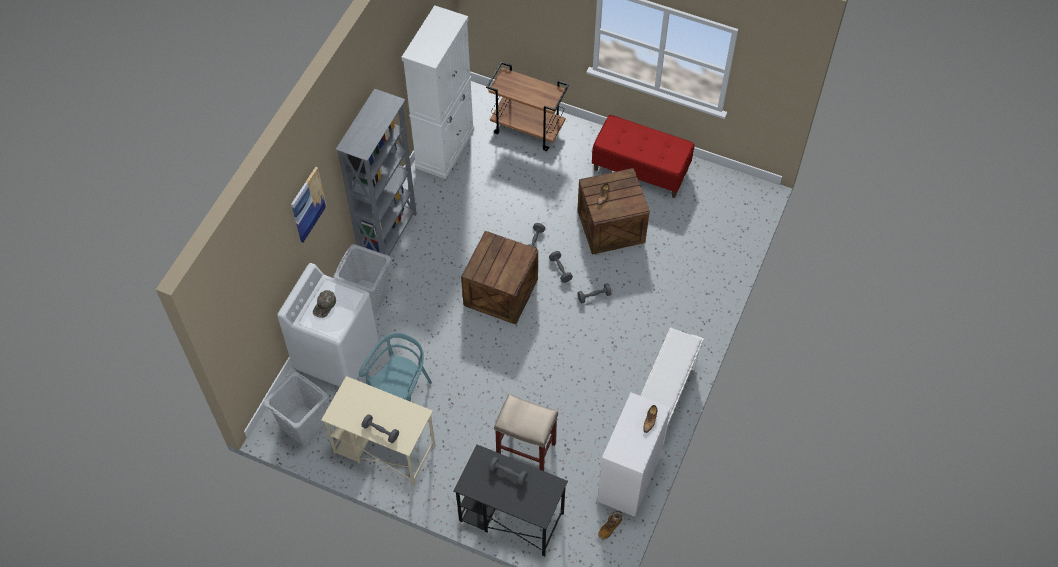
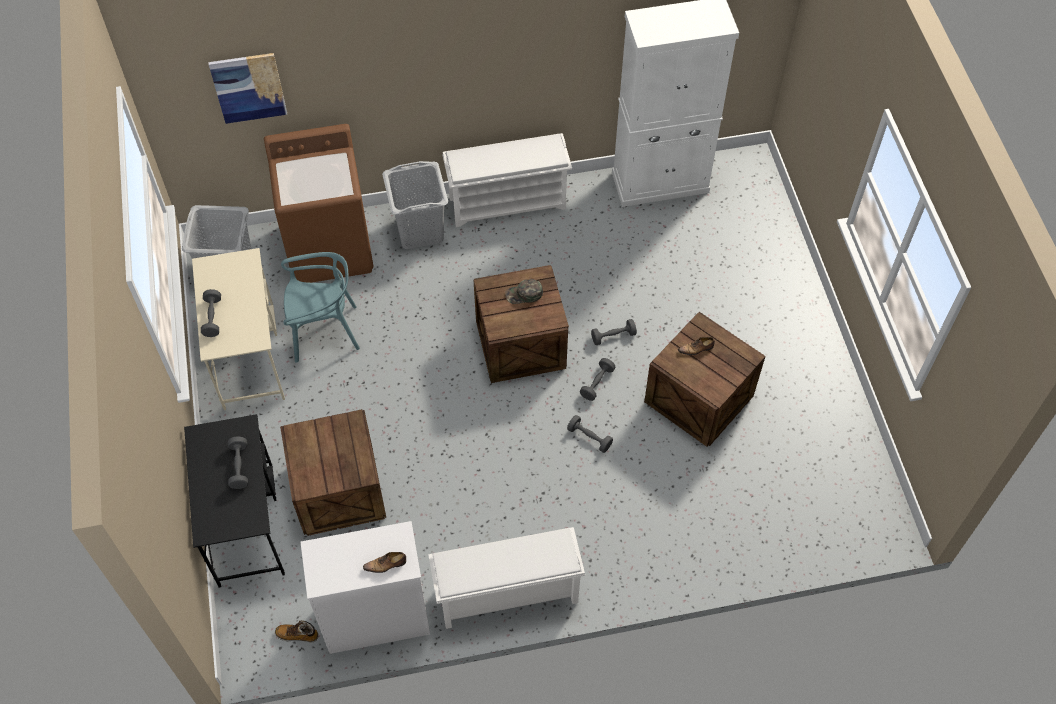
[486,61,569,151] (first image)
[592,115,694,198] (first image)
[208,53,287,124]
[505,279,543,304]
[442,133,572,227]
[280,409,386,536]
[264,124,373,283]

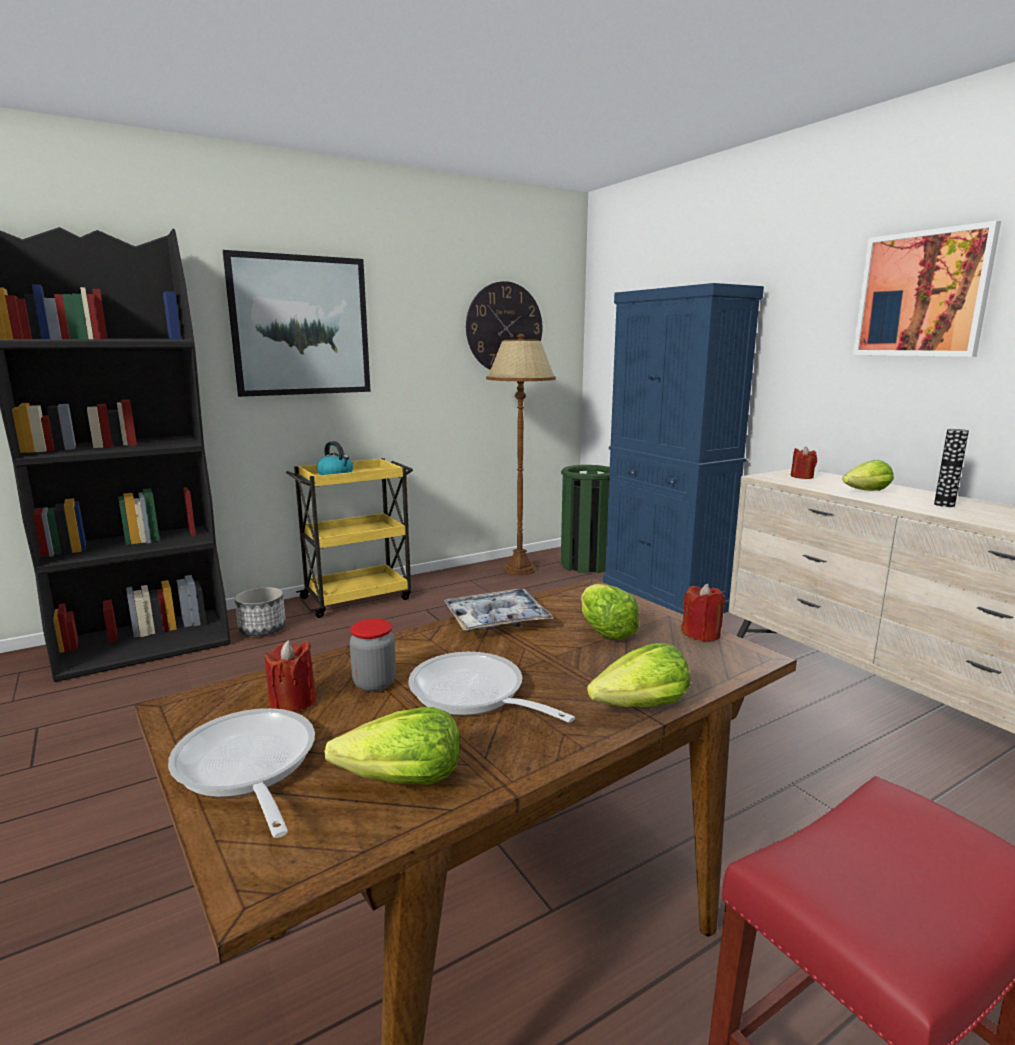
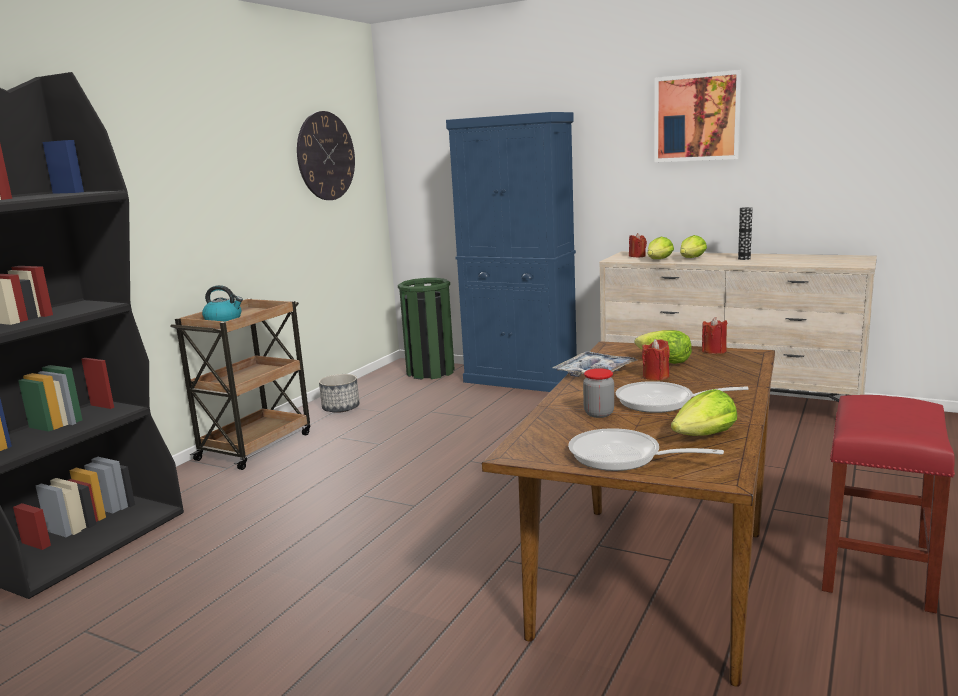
[223,250,371,397] (first image)
[486,334,556,575] (first image)
[319,374,359,413]
[642,339,670,380]
[648,237,674,259]
[170,298,310,470]

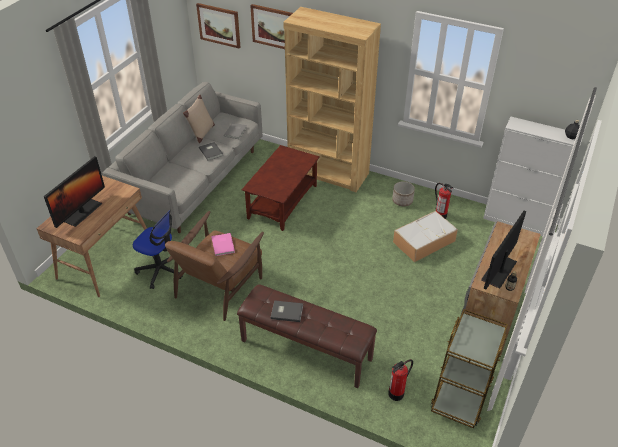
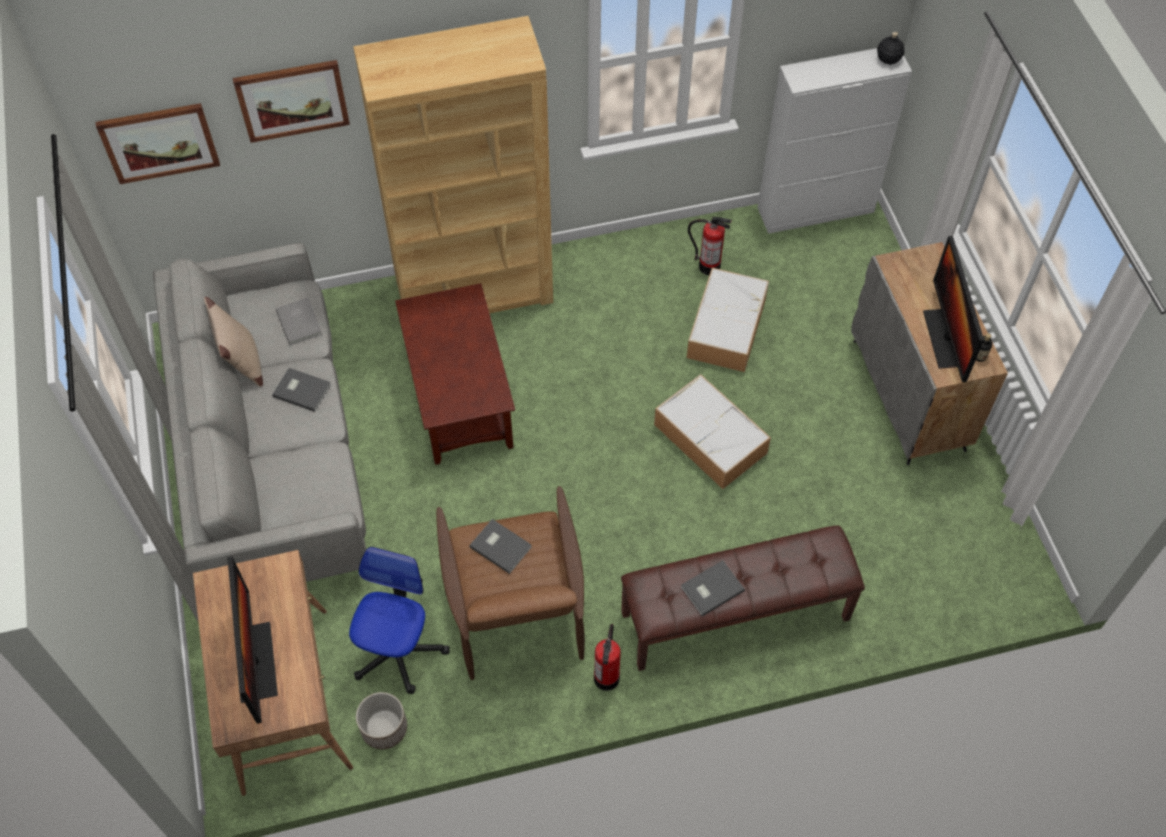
[431,309,508,429] (first image)
[654,374,771,489]
[594,624,621,691]
[356,692,407,749]
[469,519,531,574]
[349,547,450,694]

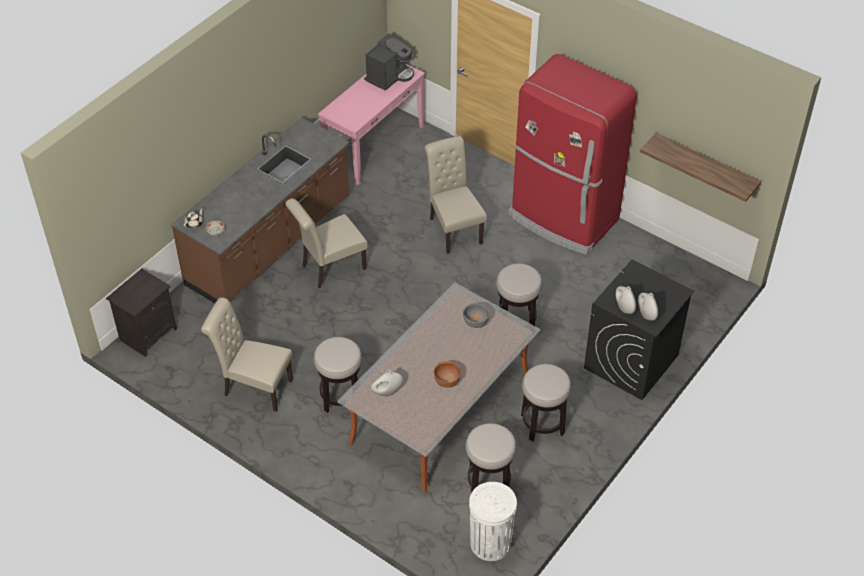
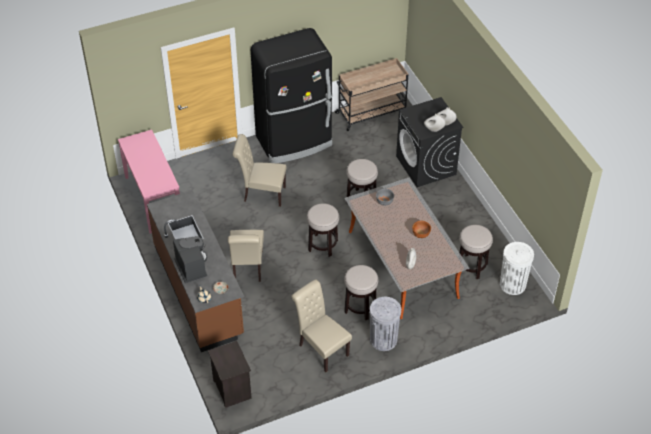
[640,133,761,202] (first image)
[335,58,408,131]
[370,297,401,351]
[173,236,207,283]
[307,203,339,257]
[251,28,333,163]
[291,279,352,372]

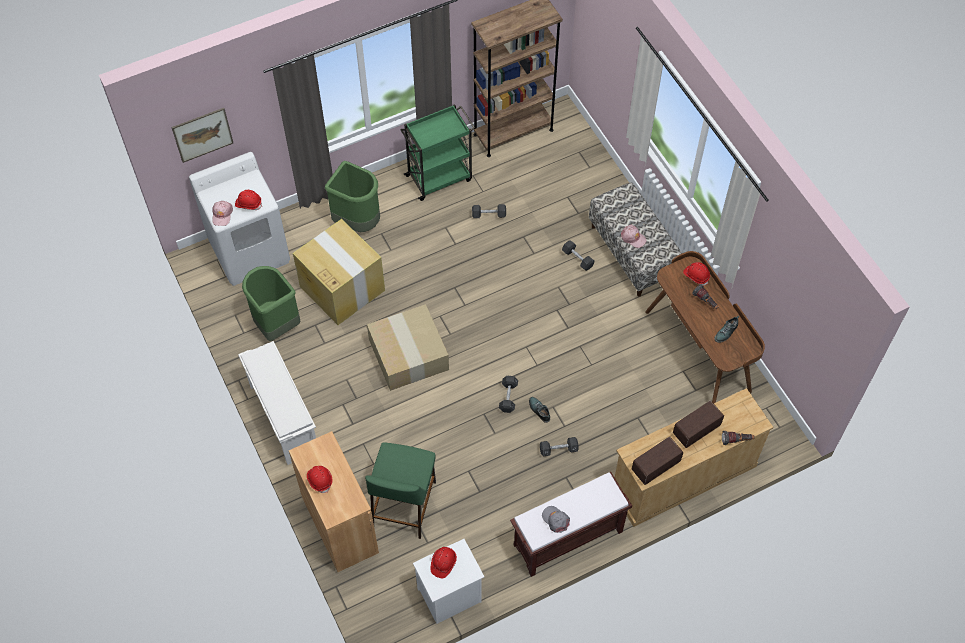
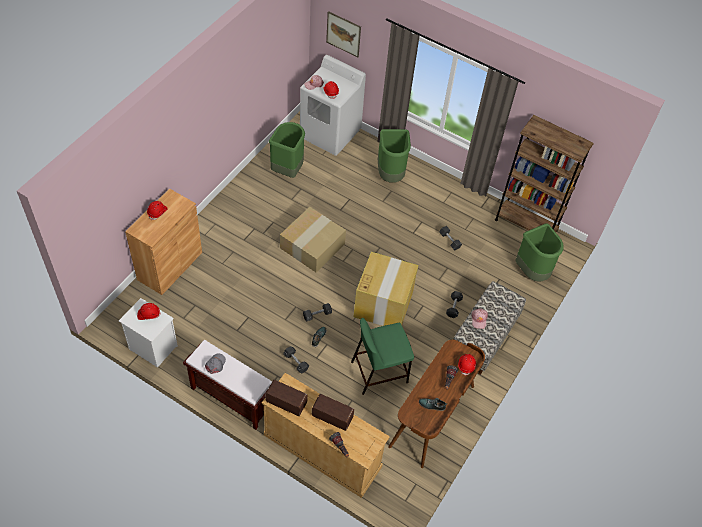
[238,341,316,465] (first image)
[400,104,475,201] (first image)
[516,223,563,281]
[353,252,418,326]
[351,318,414,395]

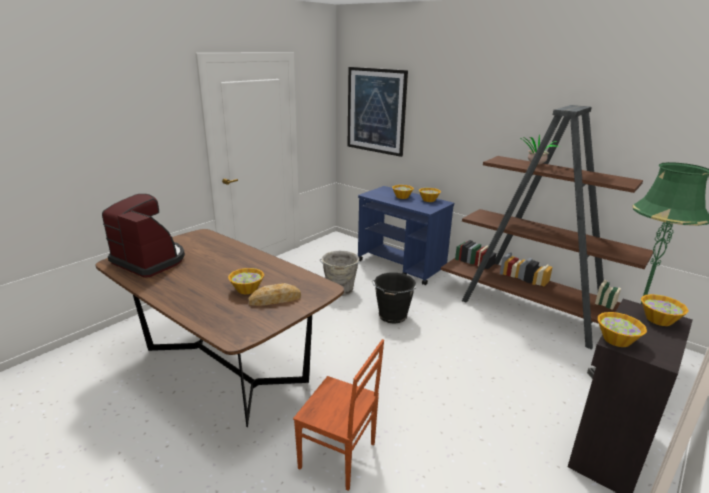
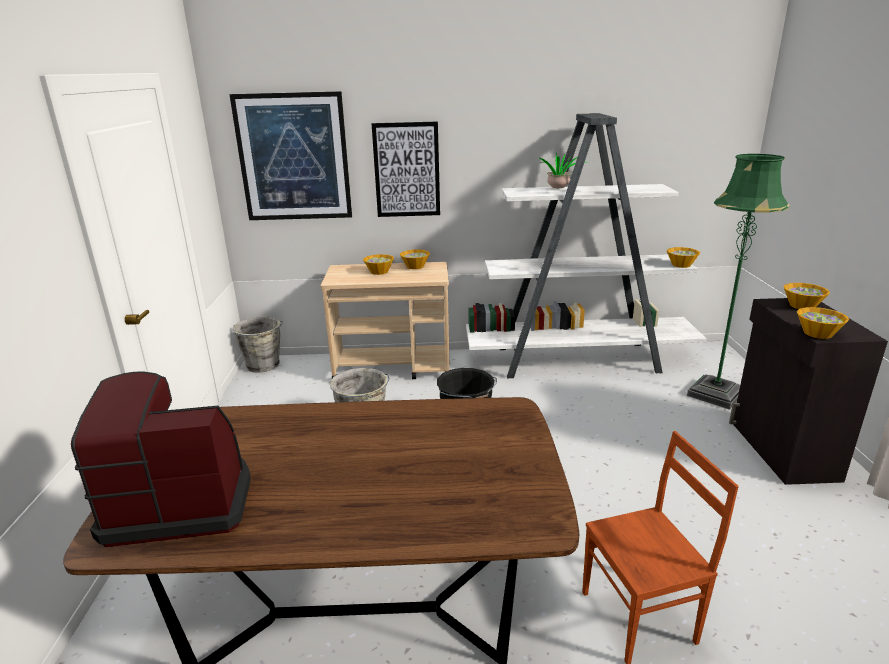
[248,283,301,306] (first image)
[232,316,283,373]
[372,122,440,217]
[667,247,700,268]
[321,262,450,379]
[466,113,707,379]

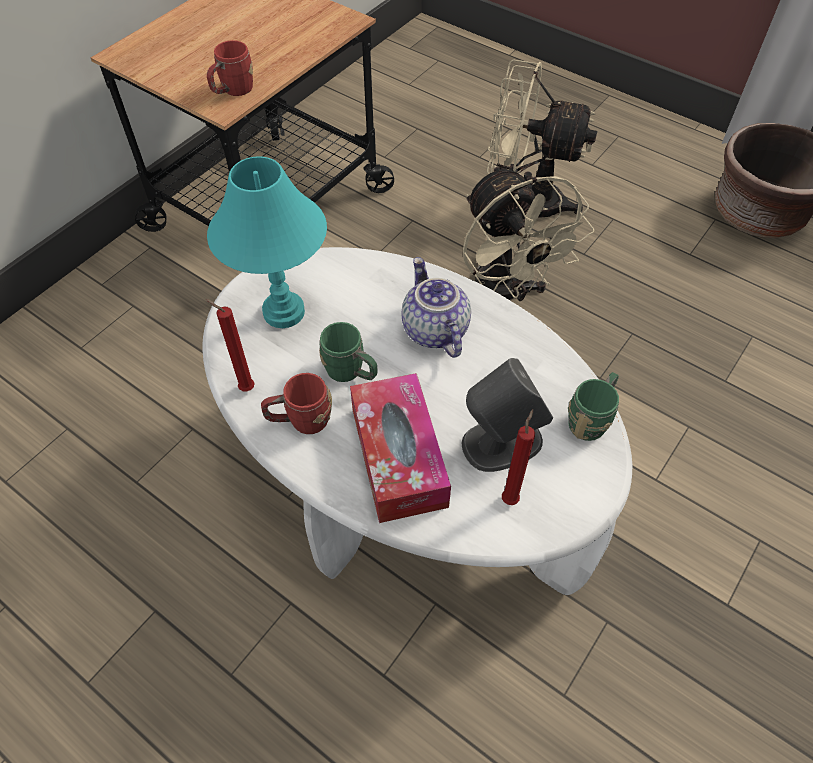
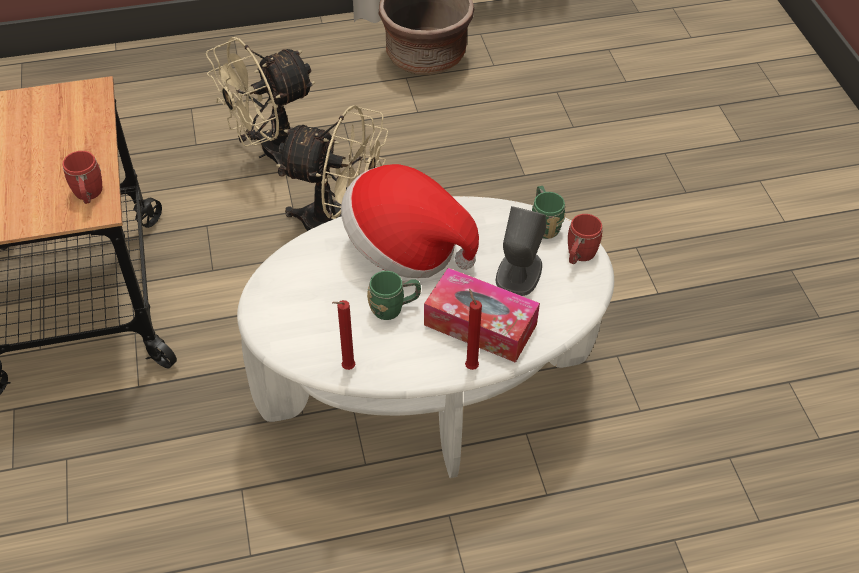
[207,156,327,328] (first image)
[568,214,603,264]
[465,289,482,370]
[341,164,479,278]

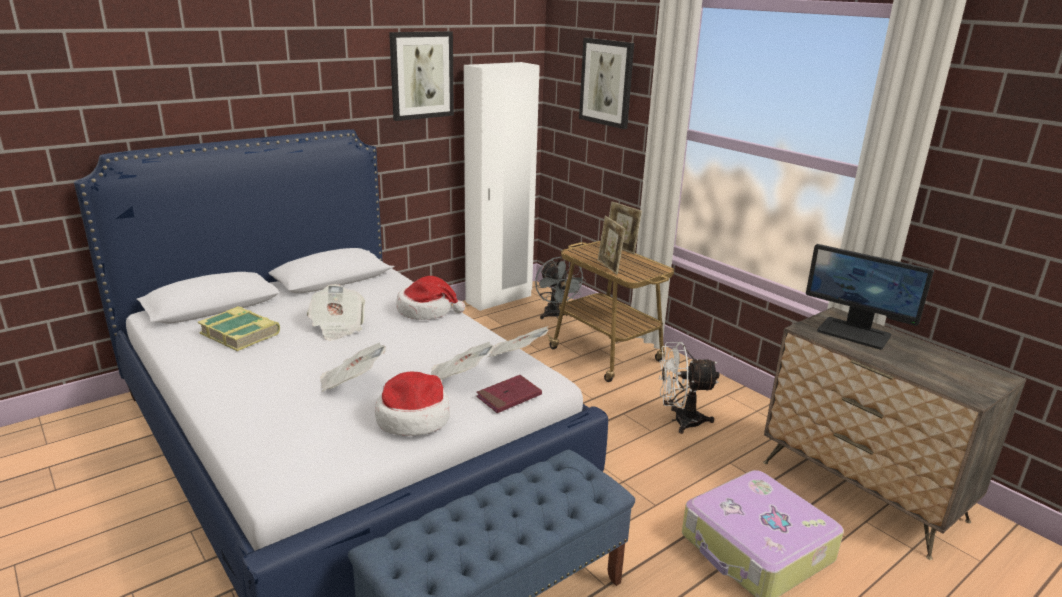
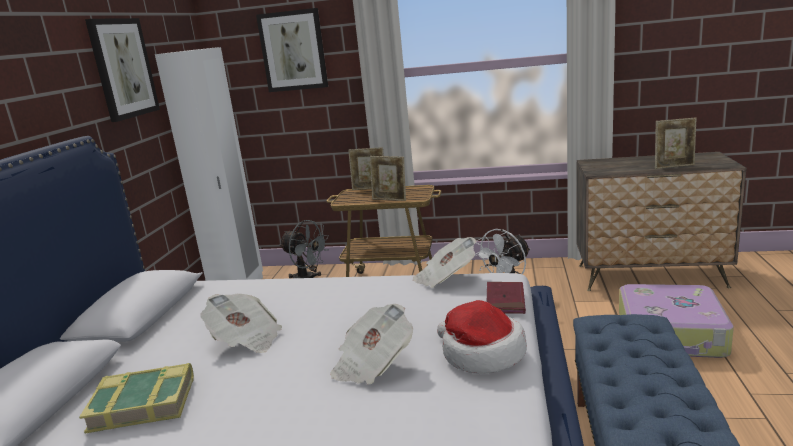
[396,276,465,320] (first image)
[431,342,494,380] (first image)
[806,244,934,350] (first image)
[655,118,697,169]

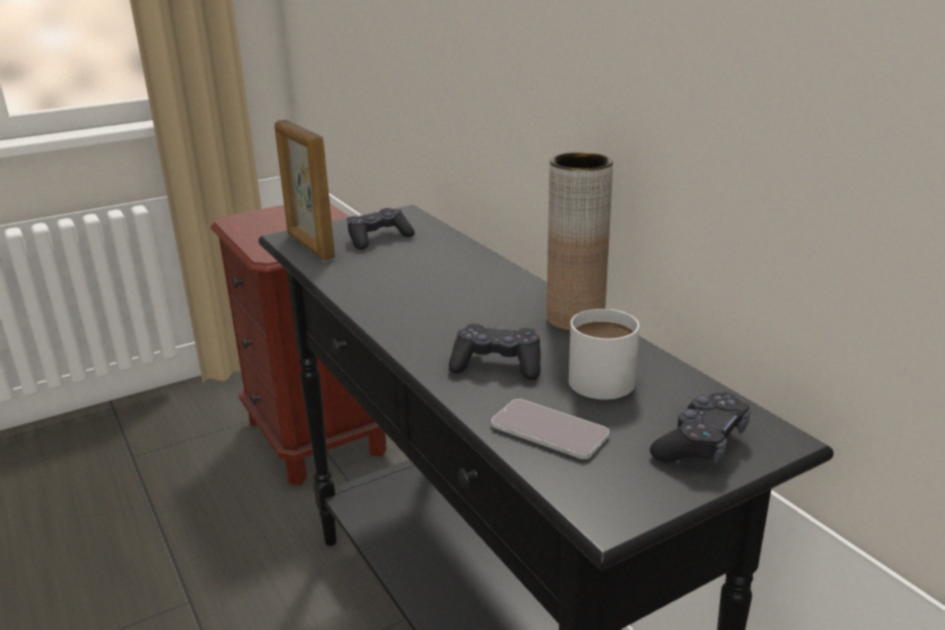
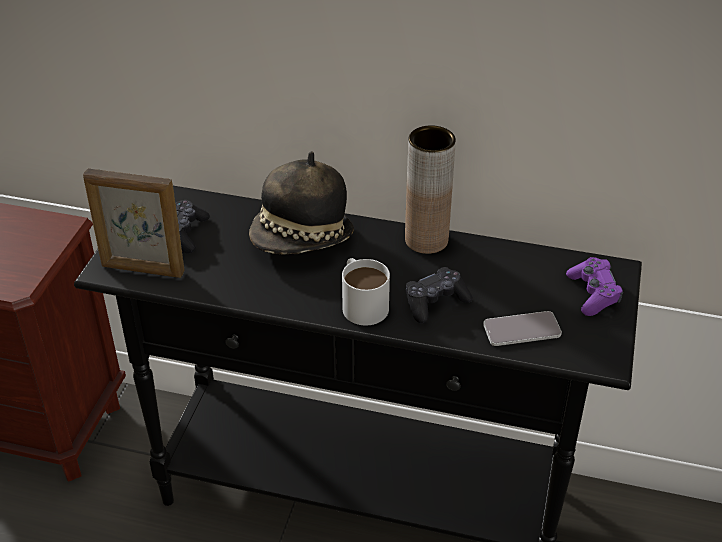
[249,151,354,255]
[342,258,390,325]
[566,257,623,316]

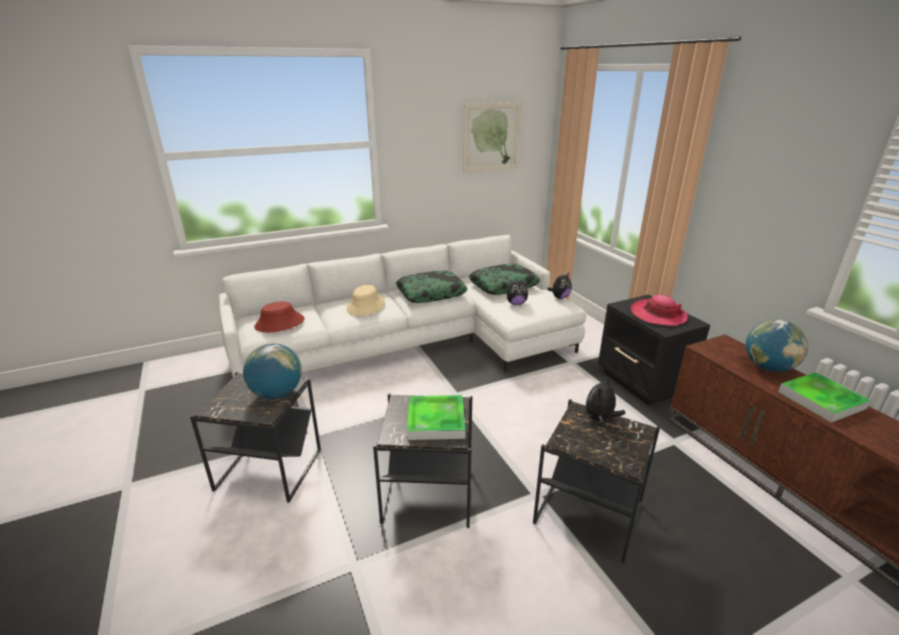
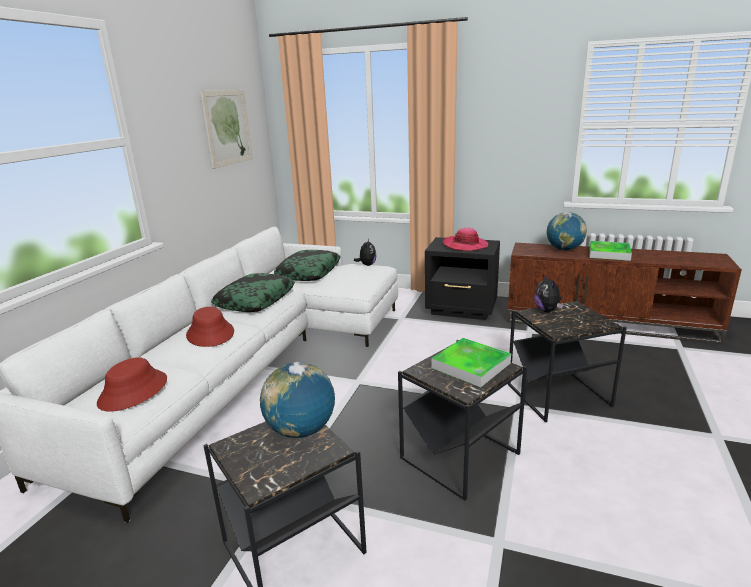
[507,279,528,305] (first image)
[186,307,234,347]

